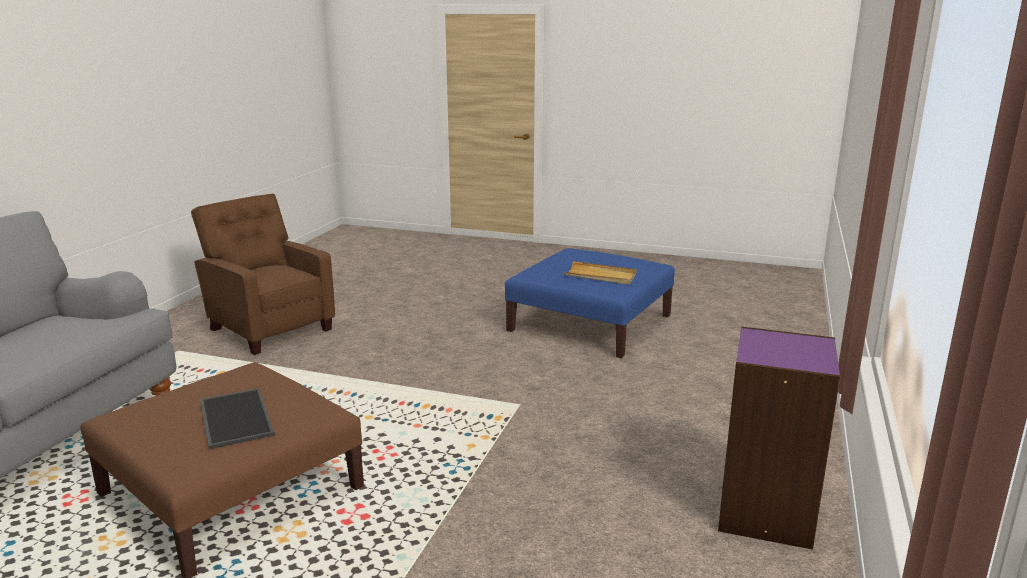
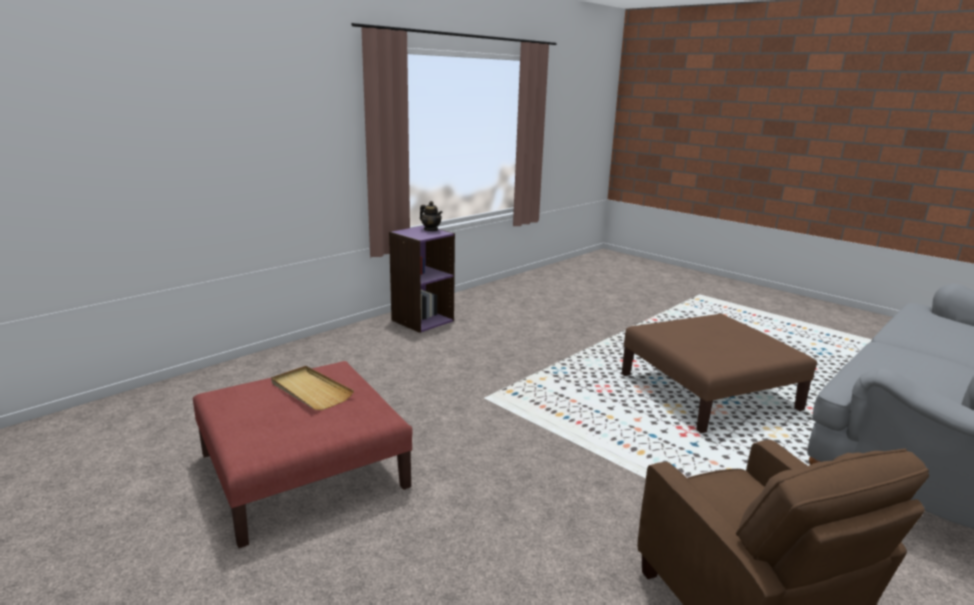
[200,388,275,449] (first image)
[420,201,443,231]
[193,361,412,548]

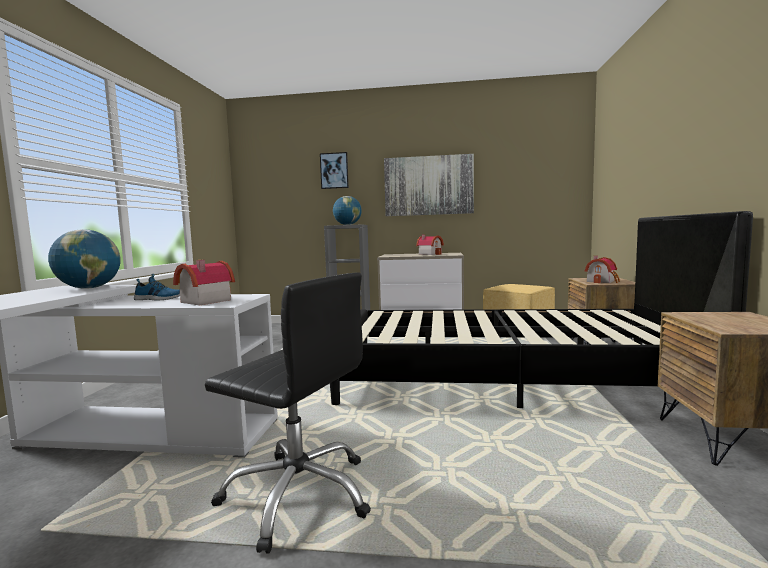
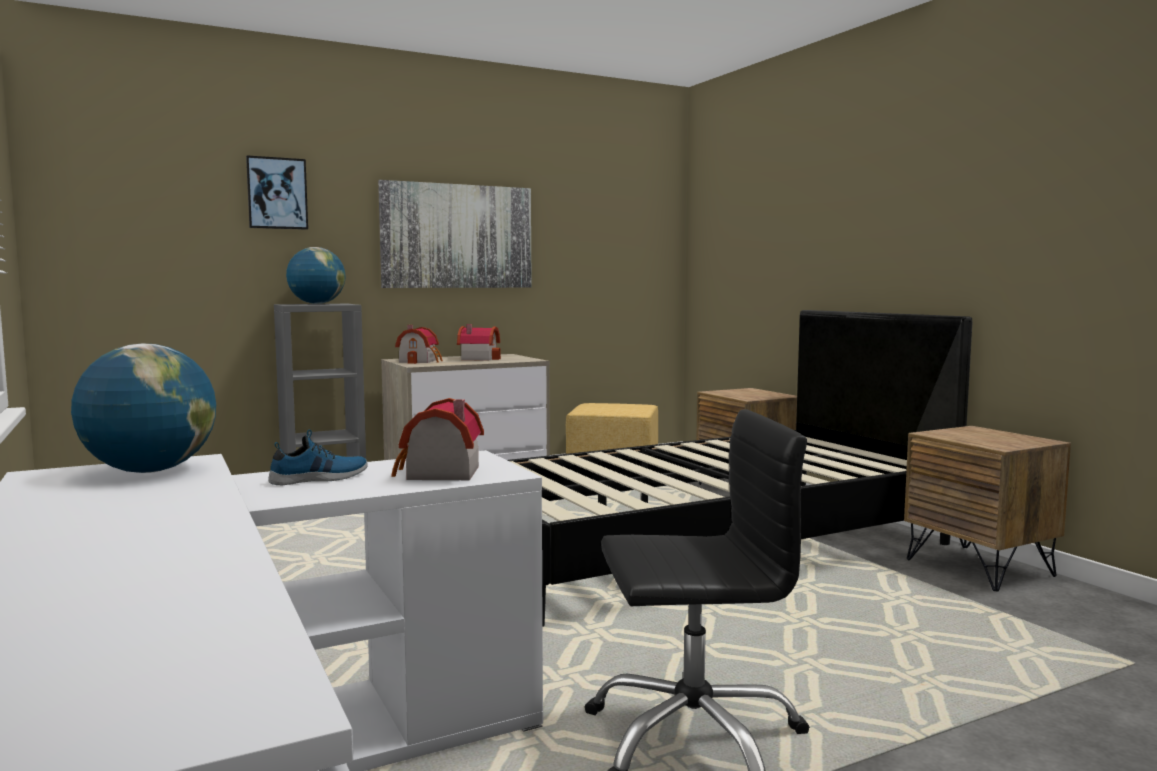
[395,325,443,364]

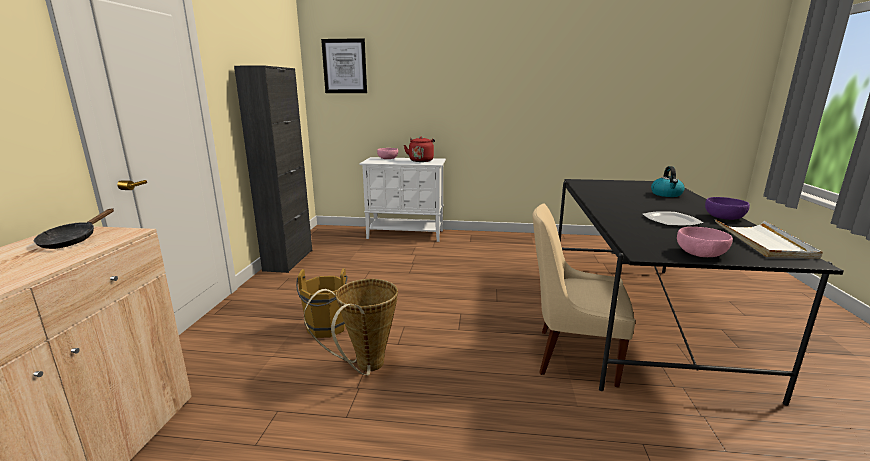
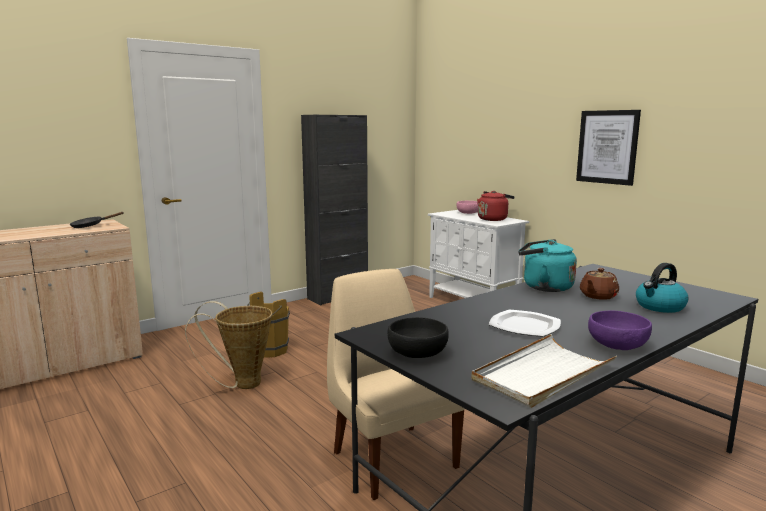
[518,239,577,292]
[580,268,619,300]
[576,110,641,186]
[388,317,449,358]

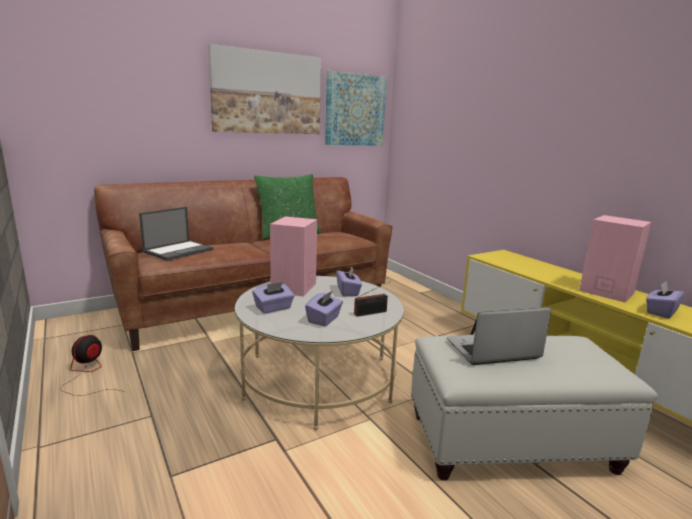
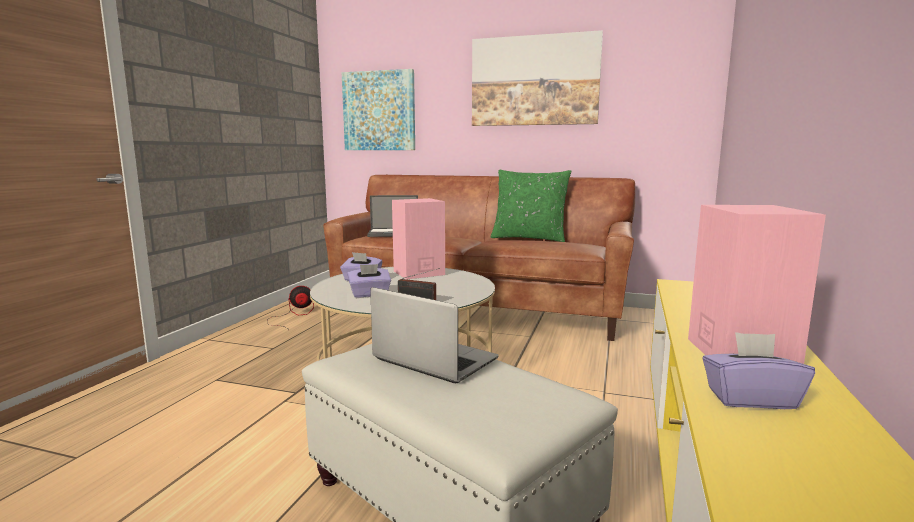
[336,267,362,296] (first image)
[342,69,415,150]

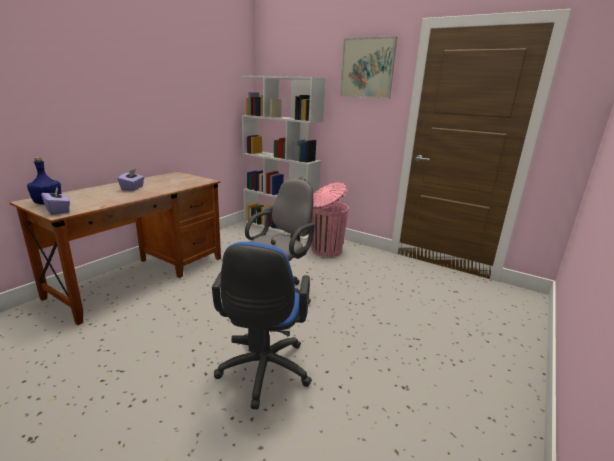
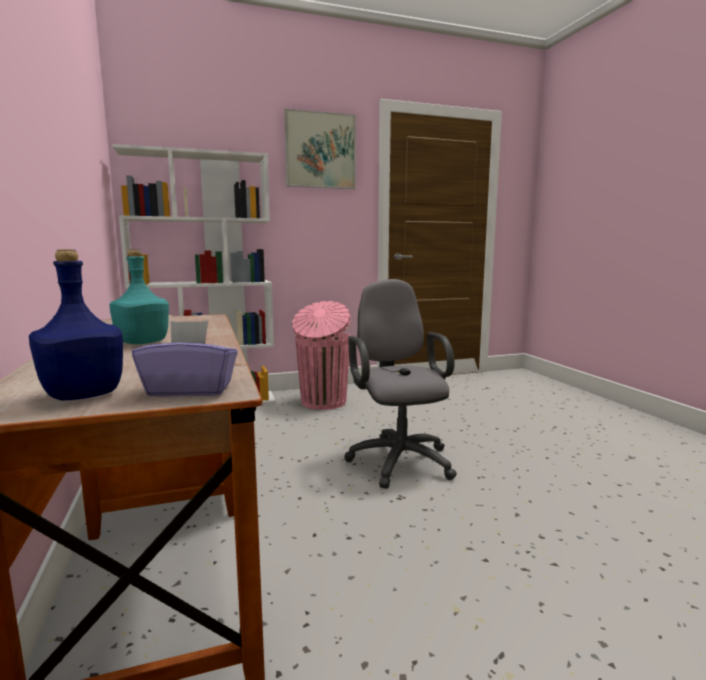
[212,242,312,409] (first image)
[109,249,169,344]

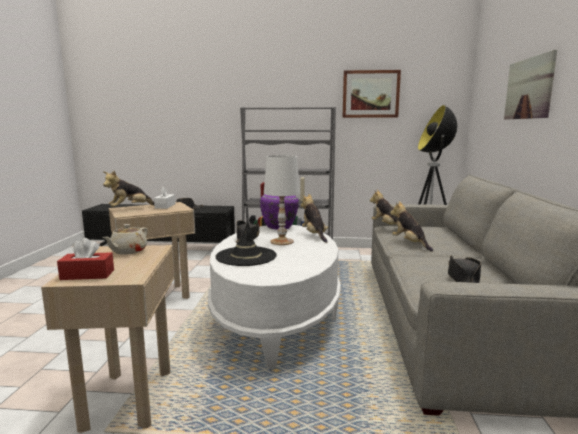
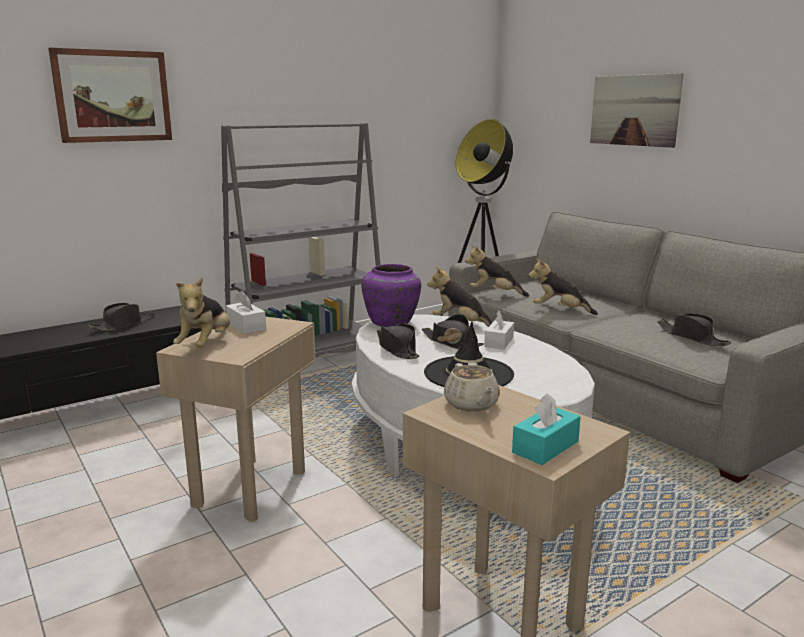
[484,311,514,349]
[48,48,172,143]
[422,314,484,349]
[512,393,581,465]

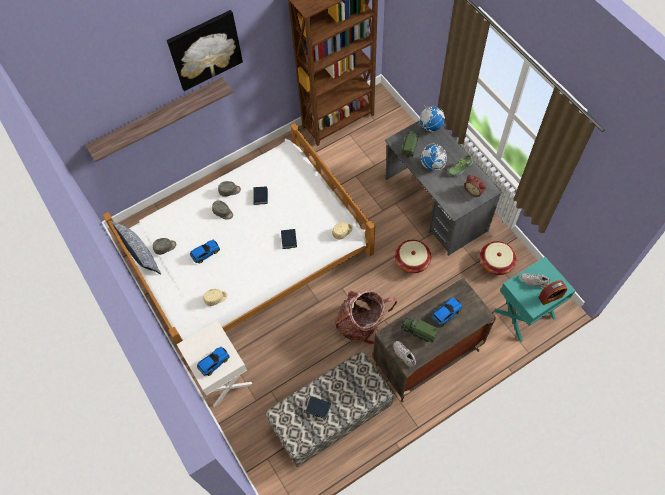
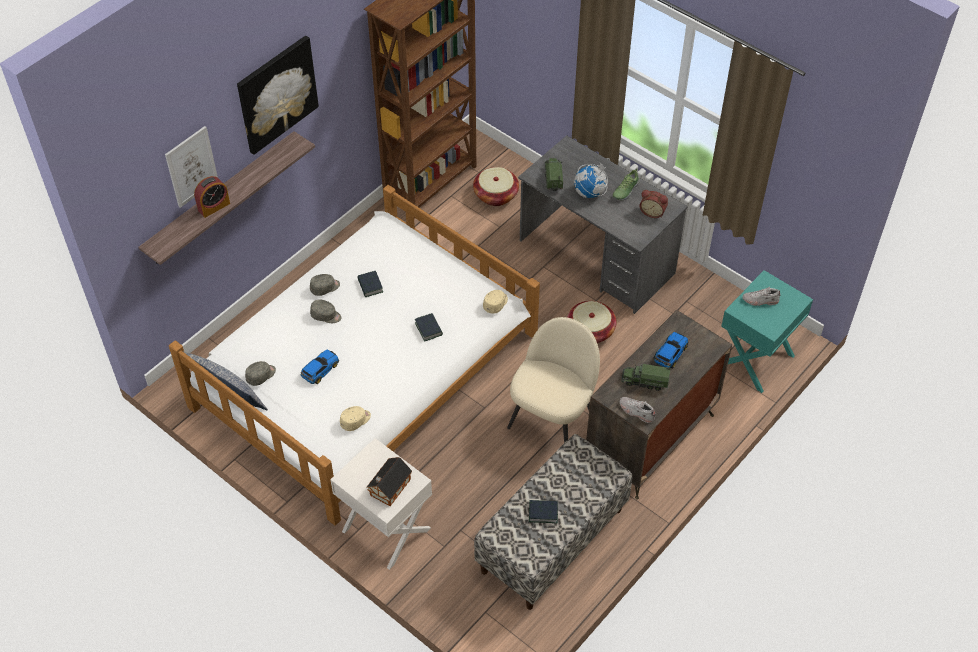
[419,105,445,132] (first image)
[165,126,218,208]
[473,167,519,206]
[194,176,230,218]
[367,457,412,506]
[507,317,600,443]

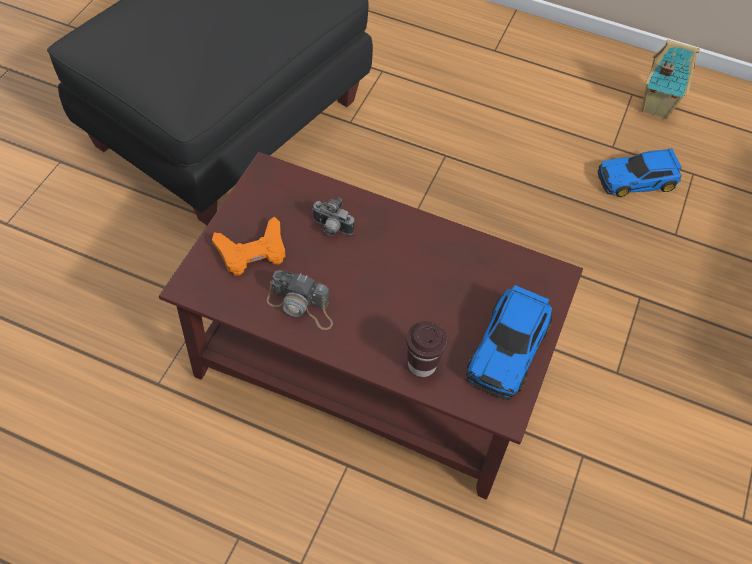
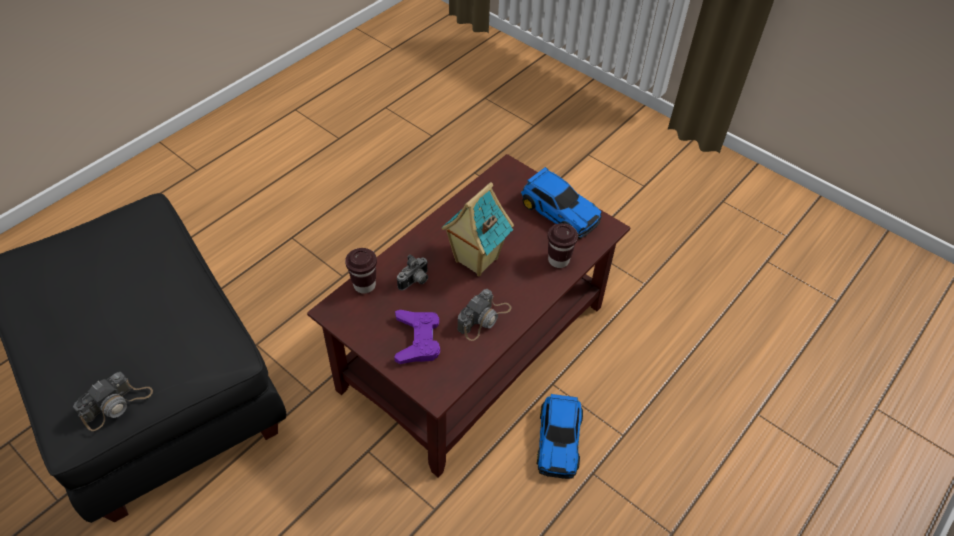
[73,372,153,431]
[345,248,377,294]
[537,394,583,479]
[441,182,514,276]
[394,310,440,364]

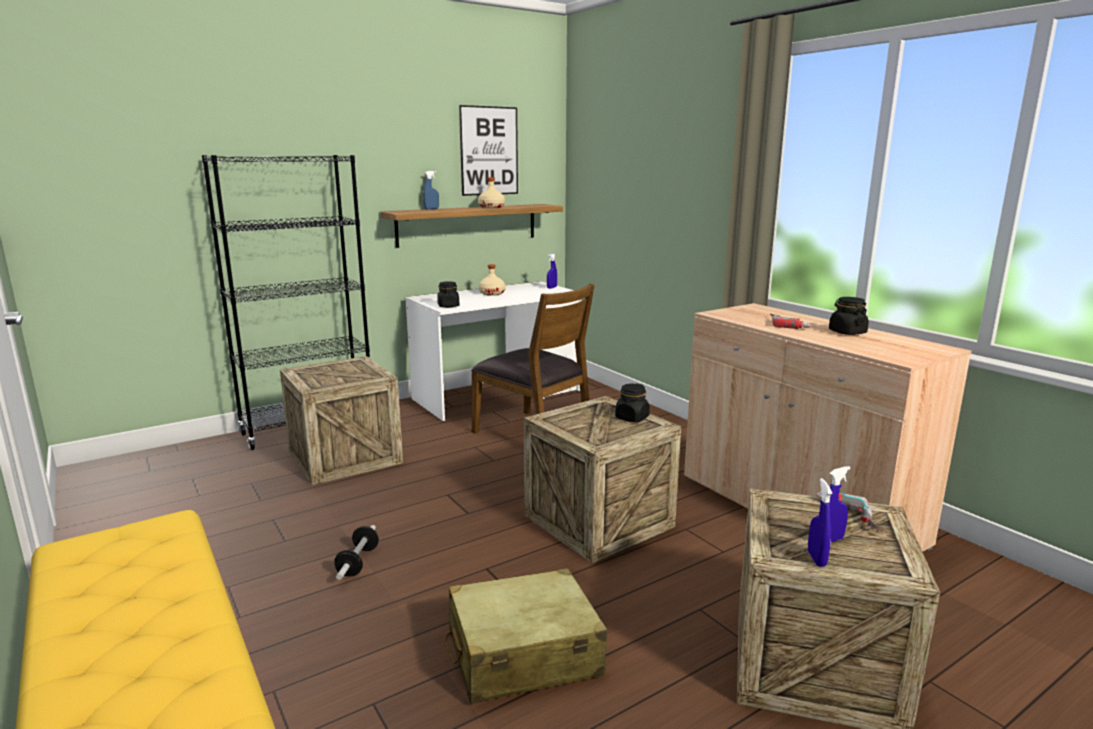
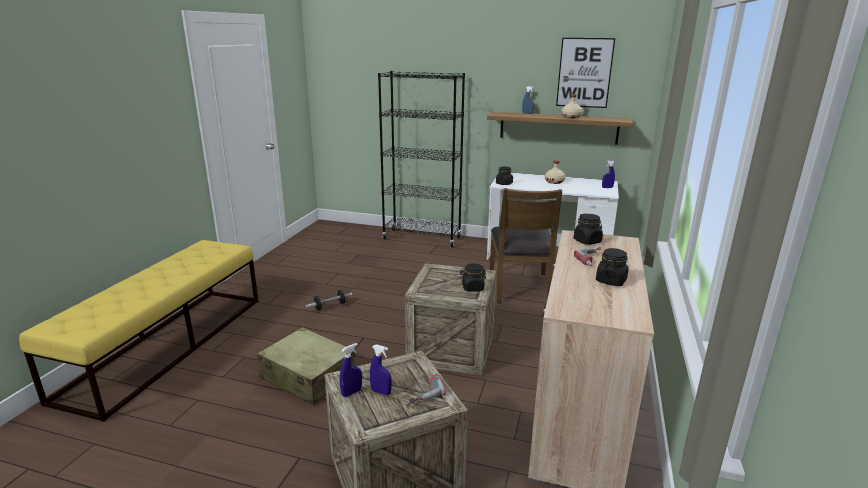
[280,356,403,485] (first image)
[574,214,603,245]

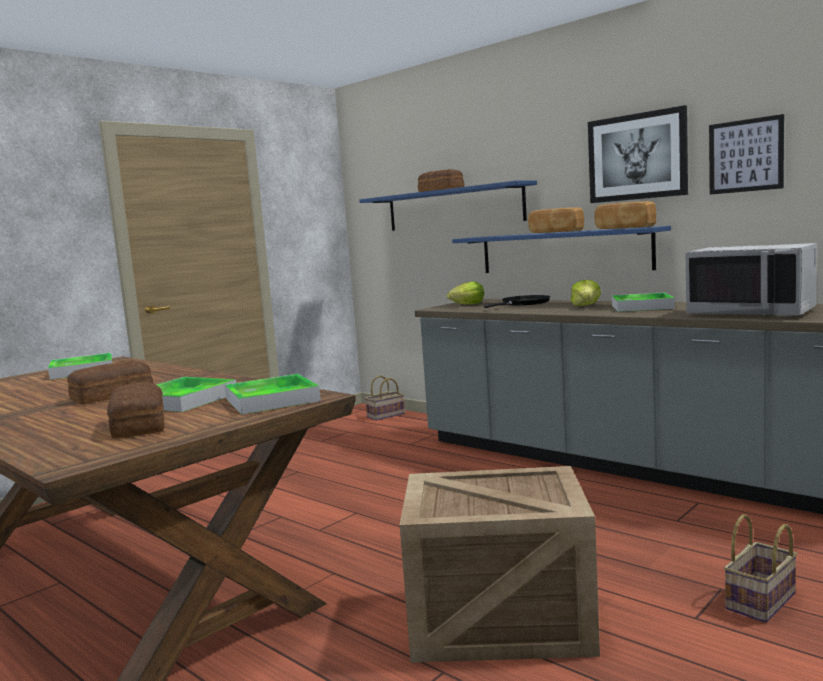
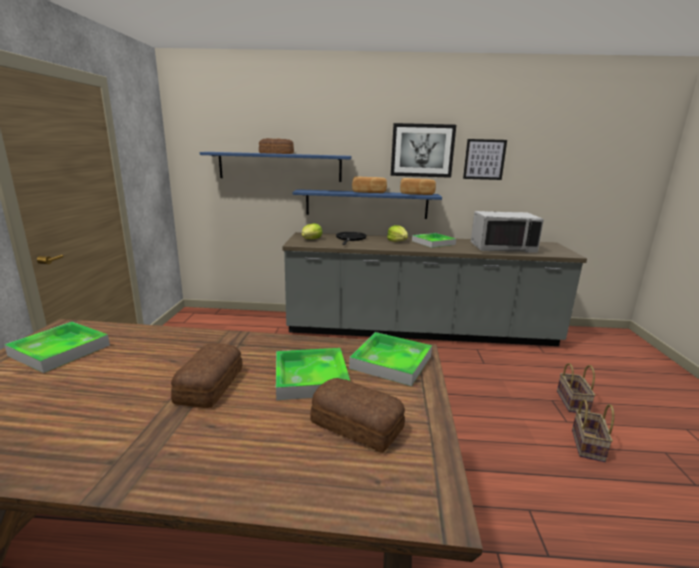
[400,466,600,663] (first image)
[572,399,614,462]

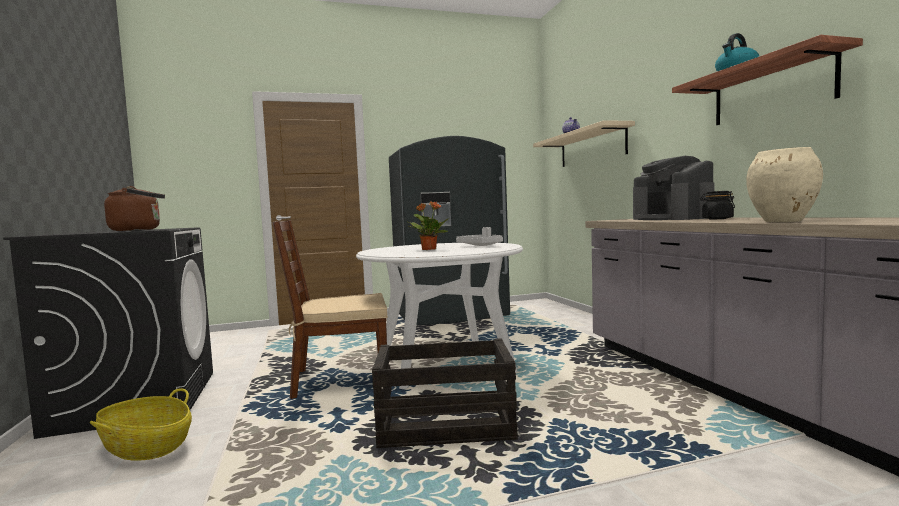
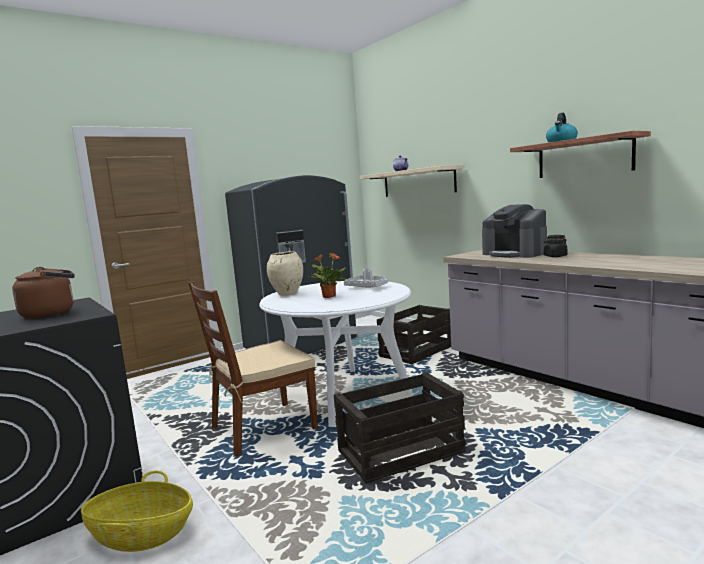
[377,305,451,364]
[267,251,303,296]

